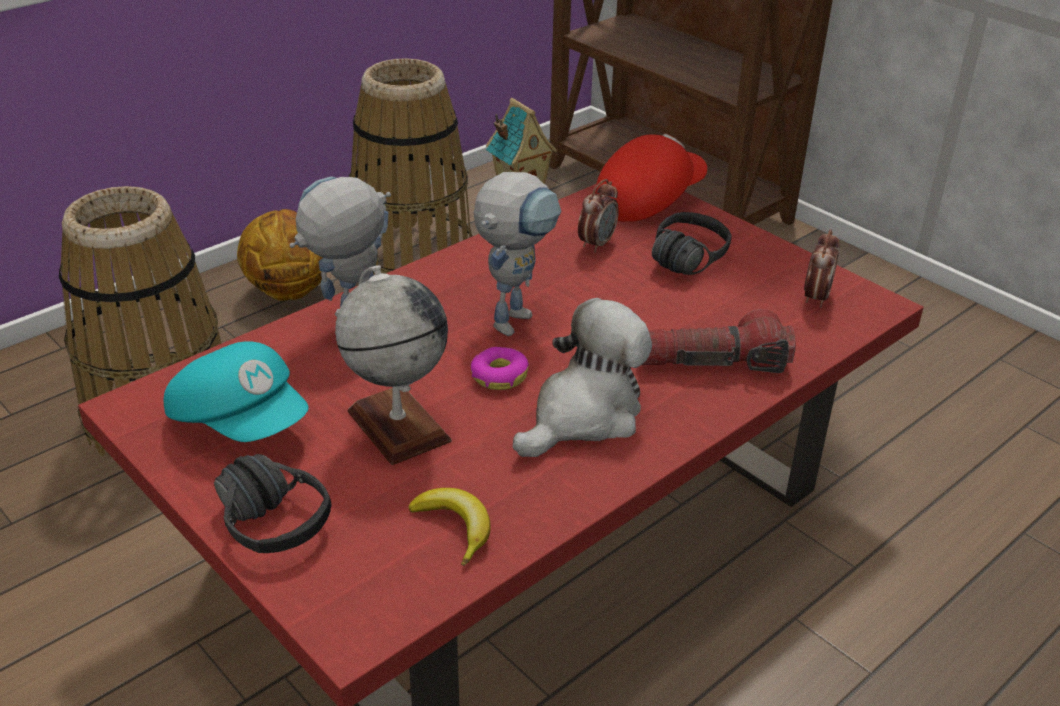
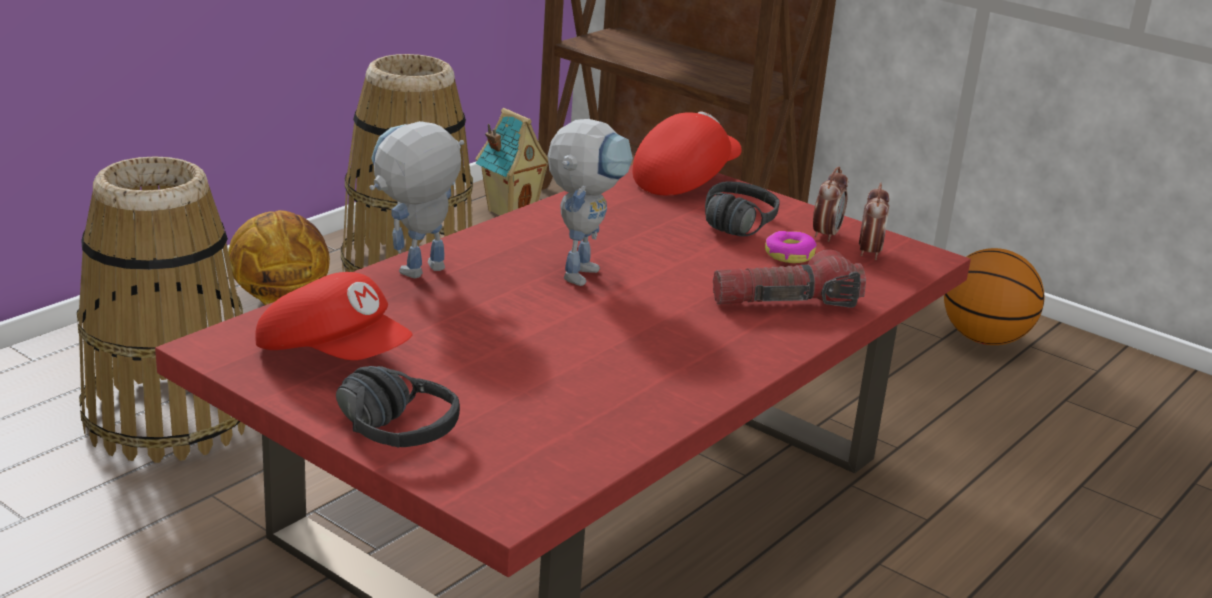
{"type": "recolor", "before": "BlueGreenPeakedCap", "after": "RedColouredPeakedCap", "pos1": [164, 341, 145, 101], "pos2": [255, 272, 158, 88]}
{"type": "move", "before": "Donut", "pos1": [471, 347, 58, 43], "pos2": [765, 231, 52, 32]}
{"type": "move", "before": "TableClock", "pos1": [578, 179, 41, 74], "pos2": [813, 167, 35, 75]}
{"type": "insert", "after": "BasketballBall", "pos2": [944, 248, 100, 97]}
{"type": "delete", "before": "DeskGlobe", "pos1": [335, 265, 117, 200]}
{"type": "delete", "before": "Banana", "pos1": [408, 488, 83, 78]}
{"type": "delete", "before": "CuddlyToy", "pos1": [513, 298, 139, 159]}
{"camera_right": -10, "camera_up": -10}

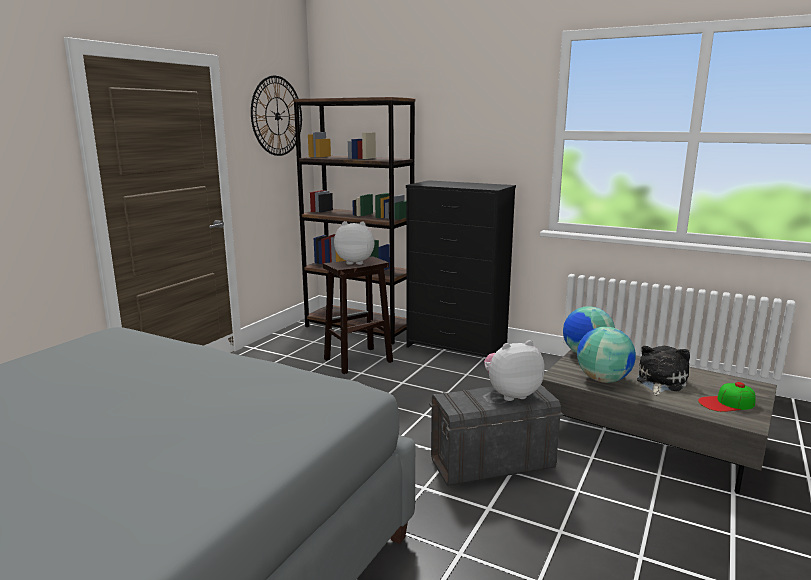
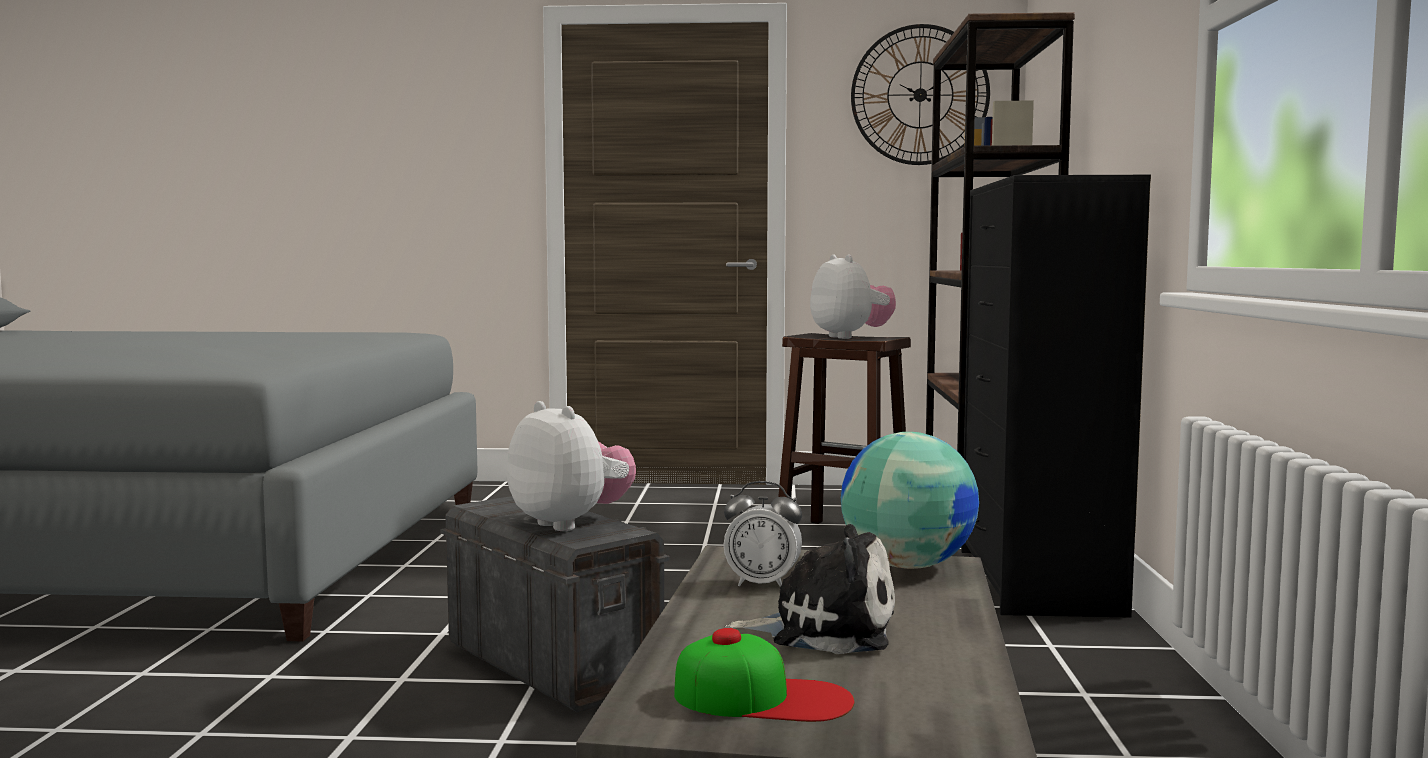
{"type": "rotate", "before": "PeakedCap", "pos1": [698, 382, 58, 30], "pos2": [674, 628, 180, 94], "turn": 135}
{"type": "replace", "before": "DeskGlobe", "after": "TableClock", "pos1": [577, 327, 59, 56], "pos2": [724, 481, 78, 105]}
{"camera_right": 65, "camera_up": -10}

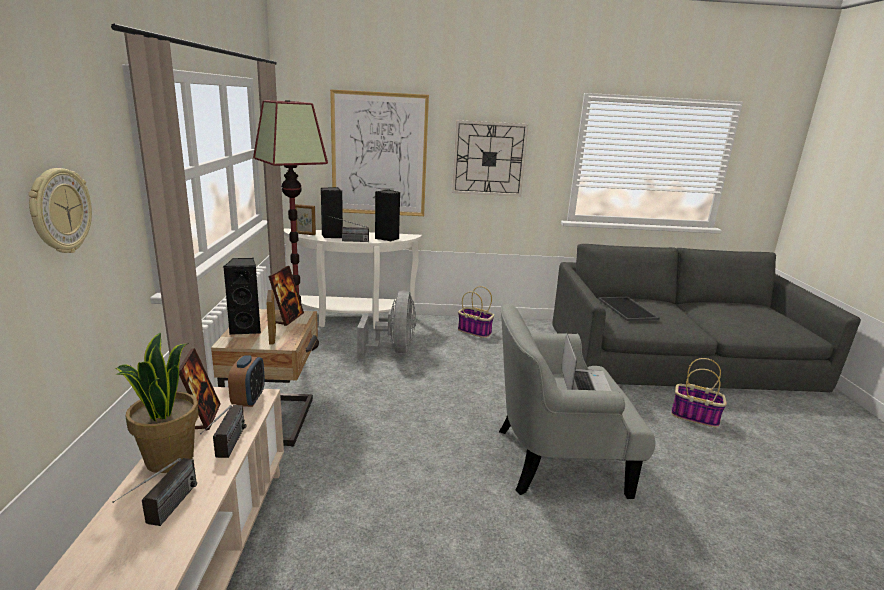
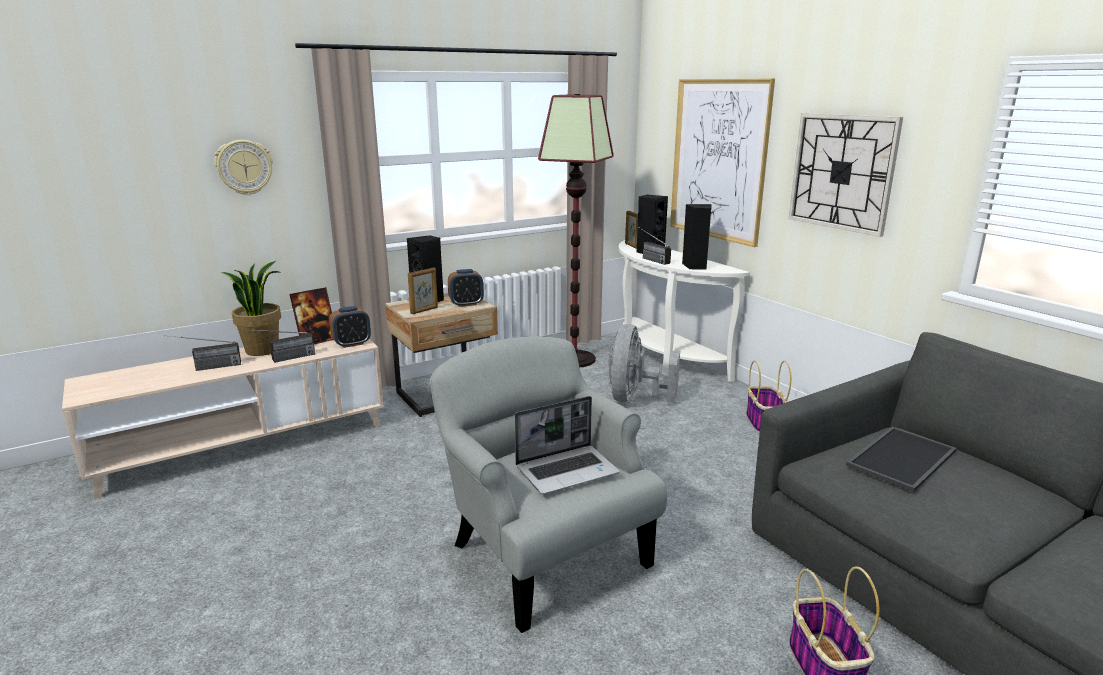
{"type": "replace", "before": "PhotoFrame", "after": "TableClock", "pos1": [268, 266, 36, 60], "pos2": [448, 269, 36, 38]}
{"type": "rotate", "before": "GreyishElectricFan", "pos1": [357, 290, 59, 69], "pos2": [608, 324, 72, 79], "turn": 135}
{"camera_right": 60, "camera_up": 0}

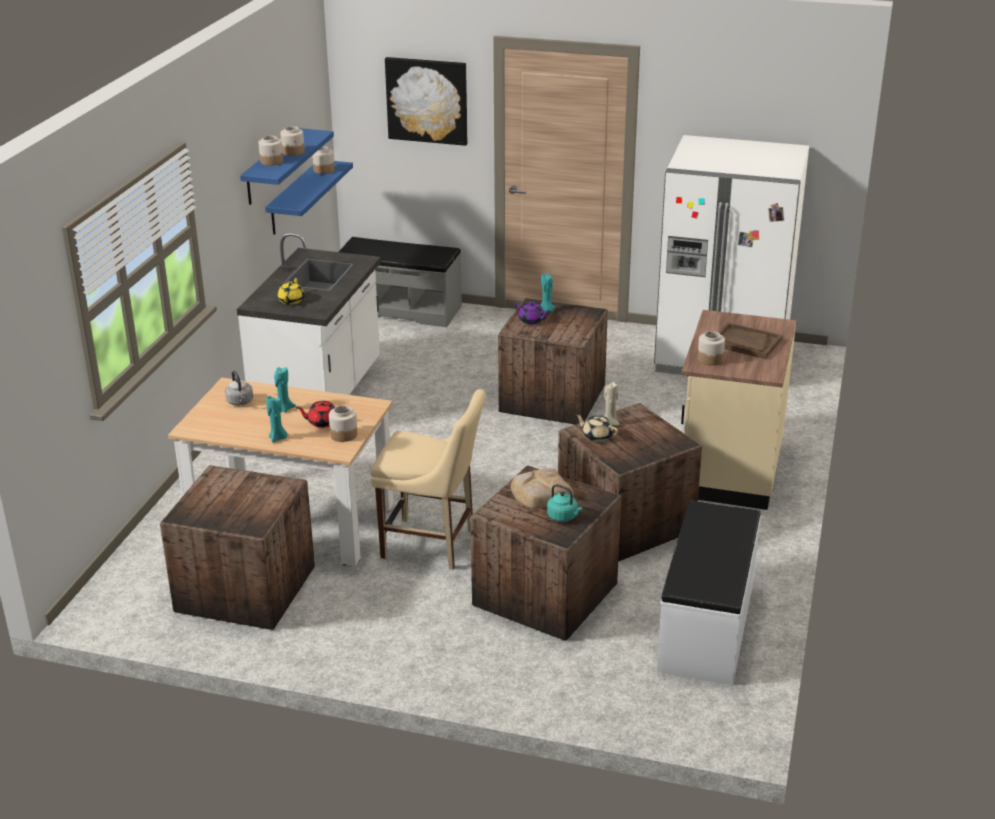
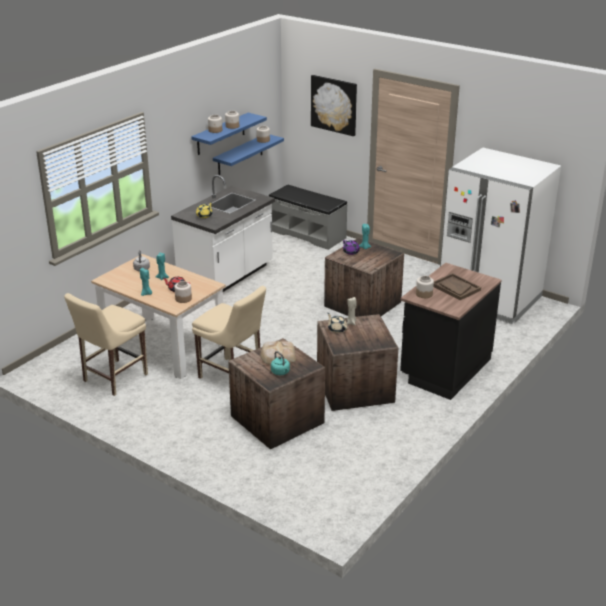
{"type": "replace", "before": "ShippingCrate", "after": "BeigeChair", "pos1": [160, 465, 155, 165], "pos2": [64, 293, 84, 103]}
{"type": "recolor", "before": "BeigeKitchenCounter", "after": "BlackishKitchenCounter", "pos1": [681, 310, 115, 200], "pos2": [400, 263, 102, 137]}
{"type": "delete", "before": "WhiteBench", "pos1": [657, 501, 104, 184]}
{"camera_right": 20, "camera_up": 0}

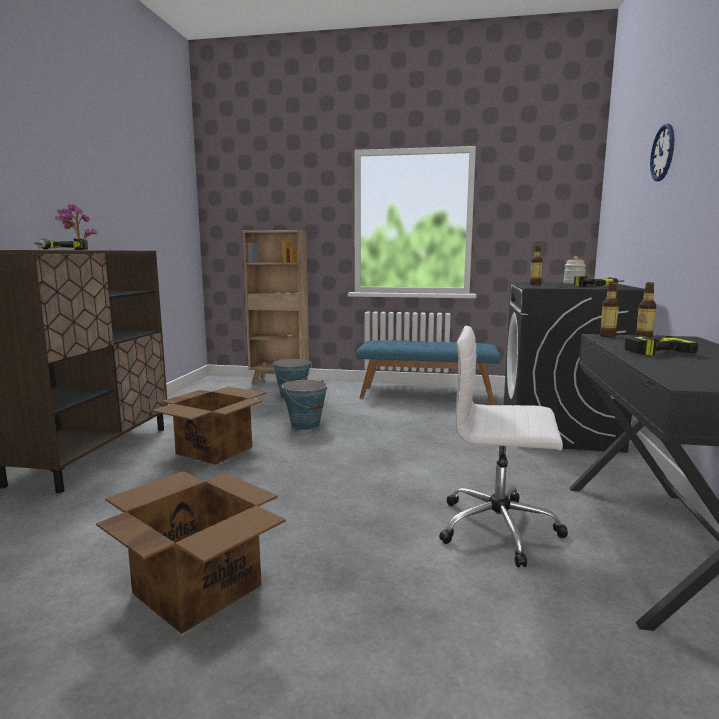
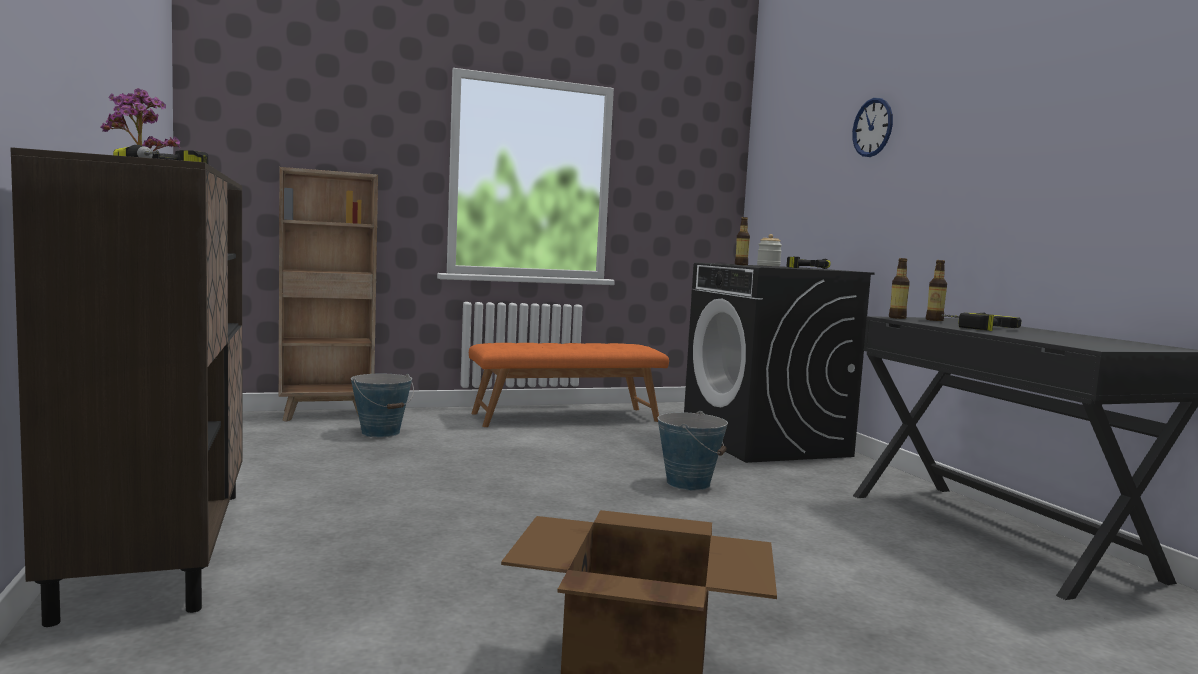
{"type": "recolor", "before": "BlueColouredBench", "after": "OrangeBench", "pos1": [356, 340, 145, 65], "pos2": [469, 343, 200, 84]}
{"type": "move", "before": "Bucket", "pos1": [282, 380, 47, 50], "pos2": [658, 411, 70, 80]}
{"type": "delete", "before": "PackingBox", "pos1": [152, 386, 114, 79]}
{"type": "delete", "before": "WhiteOfficeChair", "pos1": [439, 325, 129, 242]}
{"camera_right": -30, "camera_up": -5}

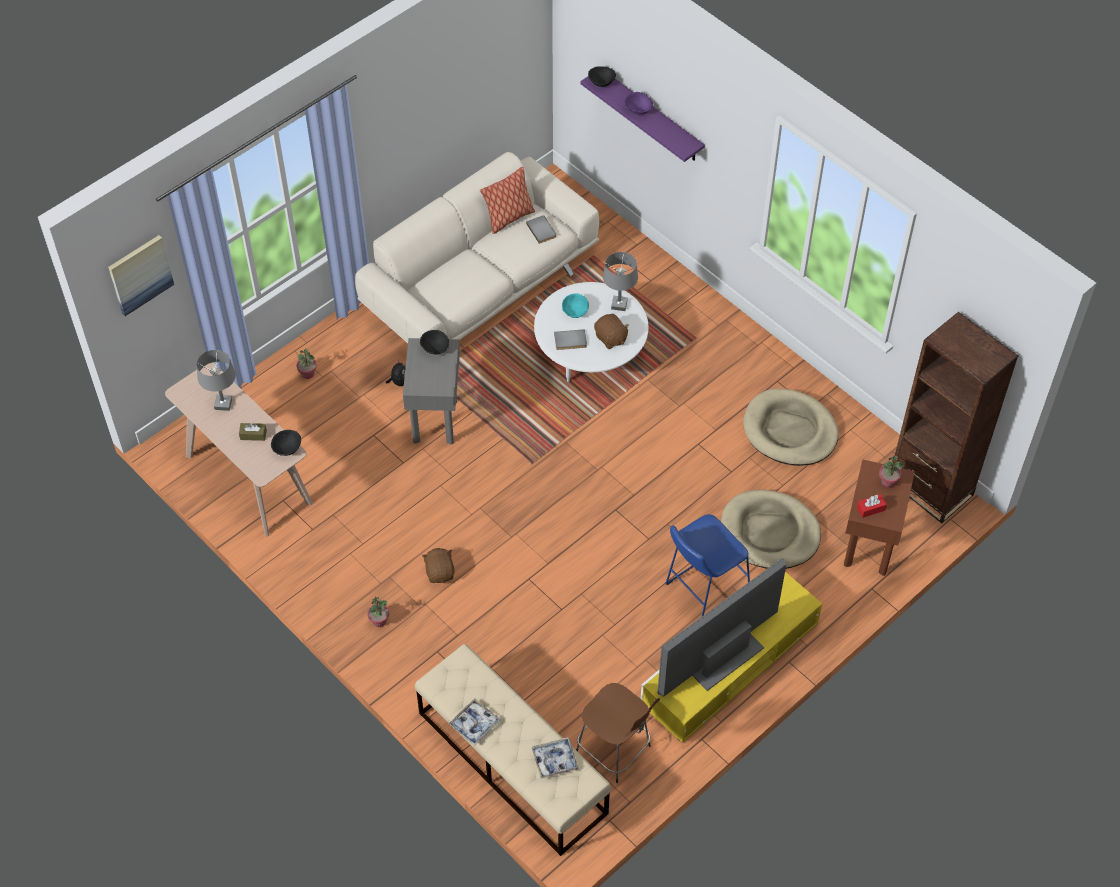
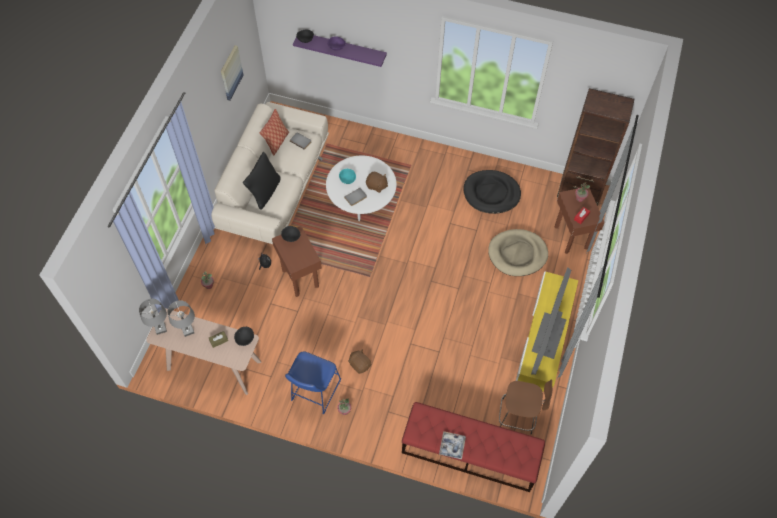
{"type": "move", "before": "GreyishLampForATable", "pos1": [603, 252, 35, 59], "pos2": [139, 299, 28, 36]}
{"type": "move", "before": "WallArt", "pos1": [108, 235, 66, 81], "pos2": [221, 45, 22, 55]}
{"type": "insert", "after": "BlackishPillow", "pos2": [243, 152, 38, 58]}
{"type": "recolor", "before": "GreyishSideTable", "after": "BrownishSideTable", "pos1": [403, 338, 57, 107], "pos2": [272, 226, 50, 71]}
{"type": "move", "before": "BlueColouredSittingStool", "pos1": [665, 514, 85, 102], "pos2": [285, 351, 56, 63]}
{"type": "recolor", "before": "BeigeBench", "after": "RedColouredBench", "pos1": [415, 644, 196, 212], "pos2": [402, 402, 143, 90]}
{"type": "recolor", "before": "BeigeDogCushion", "after": "BlackishDogCushion", "pos1": [743, 388, 96, 78], "pos2": [463, 170, 58, 44]}
{"type": "delete", "before": "ServingTray", "pos1": [532, 737, 47, 42]}
{"camera_right": -30, "camera_up": 5}

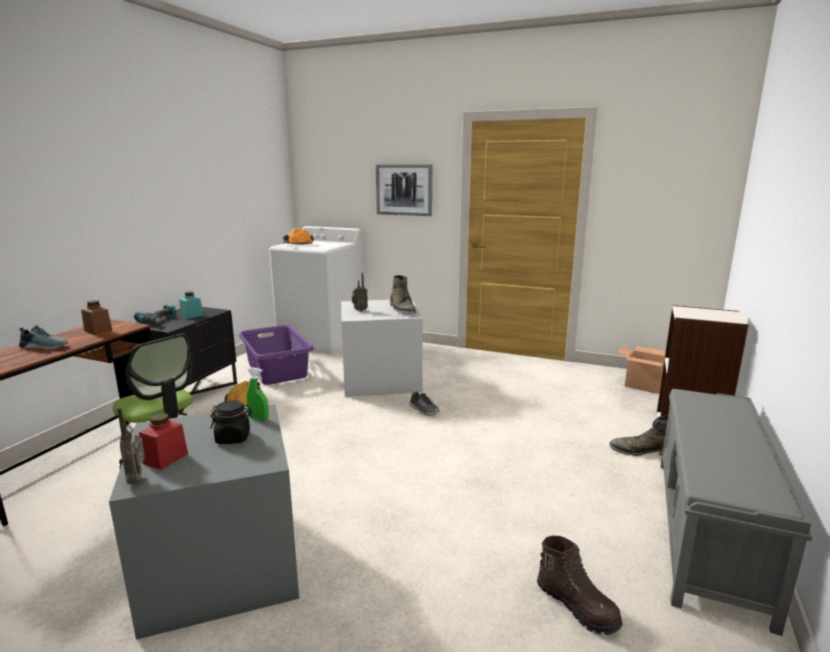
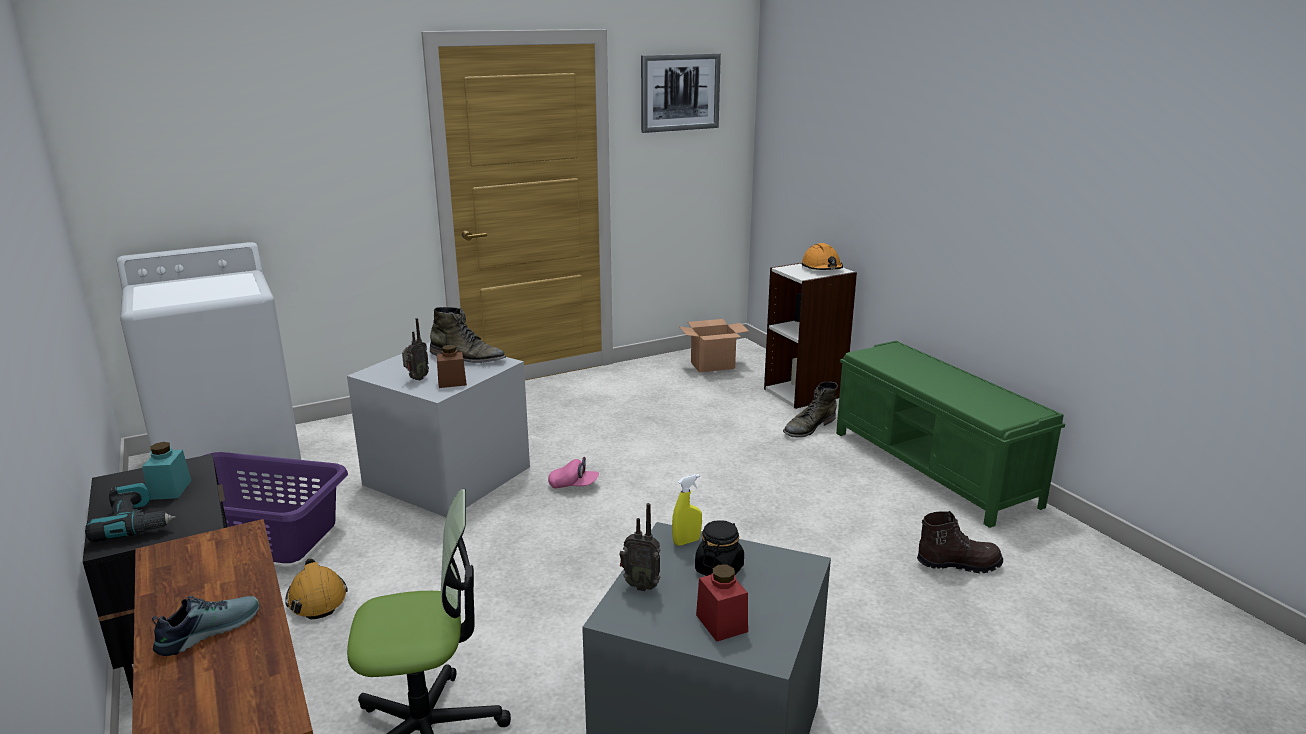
{"type": "move", "before": "BrownishJar", "pos1": [81, 300, 32, 35], "pos2": [437, 345, 30, 43]}
{"type": "replace", "before": "ItemOfFootwear", "after": "PinkPeakedCap", "pos1": [409, 391, 30, 25], "pos2": [548, 457, 51, 32]}
{"type": "move", "before": "RadioSet", "pos1": [117, 407, 28, 77], "pos2": [619, 503, 42, 88]}
{"type": "move", "before": "WallArt", "pos1": [376, 164, 56, 52], "pos2": [641, 53, 80, 80]}
{"type": "recolor", "before": "GreenishSprayer", "after": "YellowSprayer", "pos1": [247, 367, 22, 54], "pos2": [672, 474, 30, 72]}
{"type": "move", "before": "OrangeSafetyHelmet", "pos1": [283, 229, 31, 16], "pos2": [802, 243, 41, 27]}
{"type": "recolor", "before": "GreyishBench", "after": "GreenishBench", "pos1": [660, 389, 152, 247], "pos2": [836, 341, 229, 187]}
{"camera_right": -50, "camera_up": 5}

